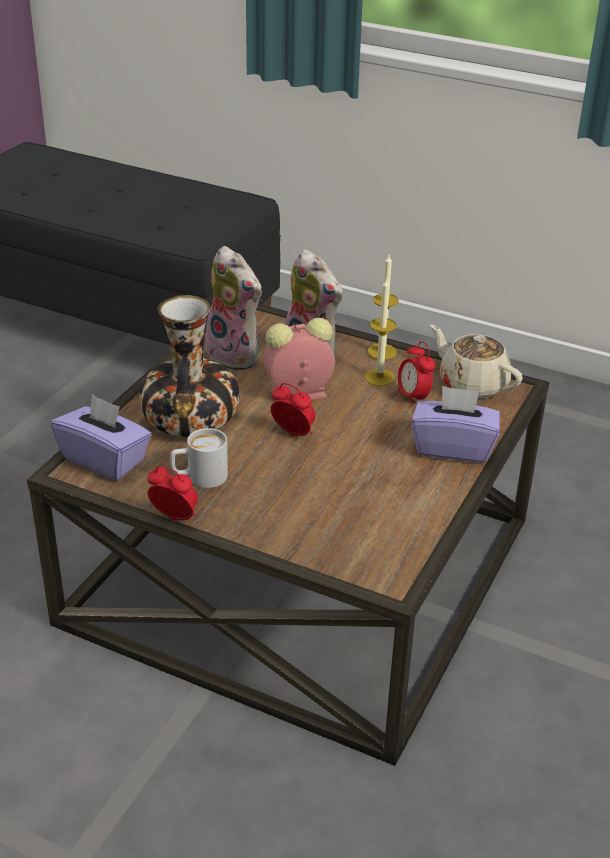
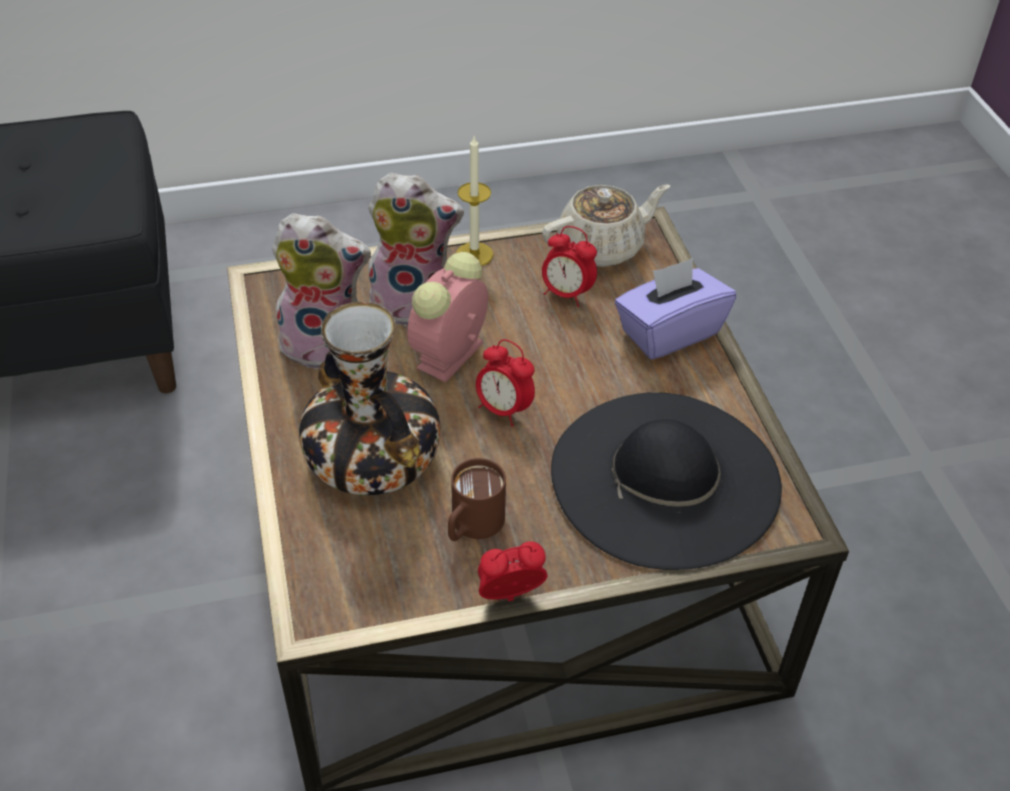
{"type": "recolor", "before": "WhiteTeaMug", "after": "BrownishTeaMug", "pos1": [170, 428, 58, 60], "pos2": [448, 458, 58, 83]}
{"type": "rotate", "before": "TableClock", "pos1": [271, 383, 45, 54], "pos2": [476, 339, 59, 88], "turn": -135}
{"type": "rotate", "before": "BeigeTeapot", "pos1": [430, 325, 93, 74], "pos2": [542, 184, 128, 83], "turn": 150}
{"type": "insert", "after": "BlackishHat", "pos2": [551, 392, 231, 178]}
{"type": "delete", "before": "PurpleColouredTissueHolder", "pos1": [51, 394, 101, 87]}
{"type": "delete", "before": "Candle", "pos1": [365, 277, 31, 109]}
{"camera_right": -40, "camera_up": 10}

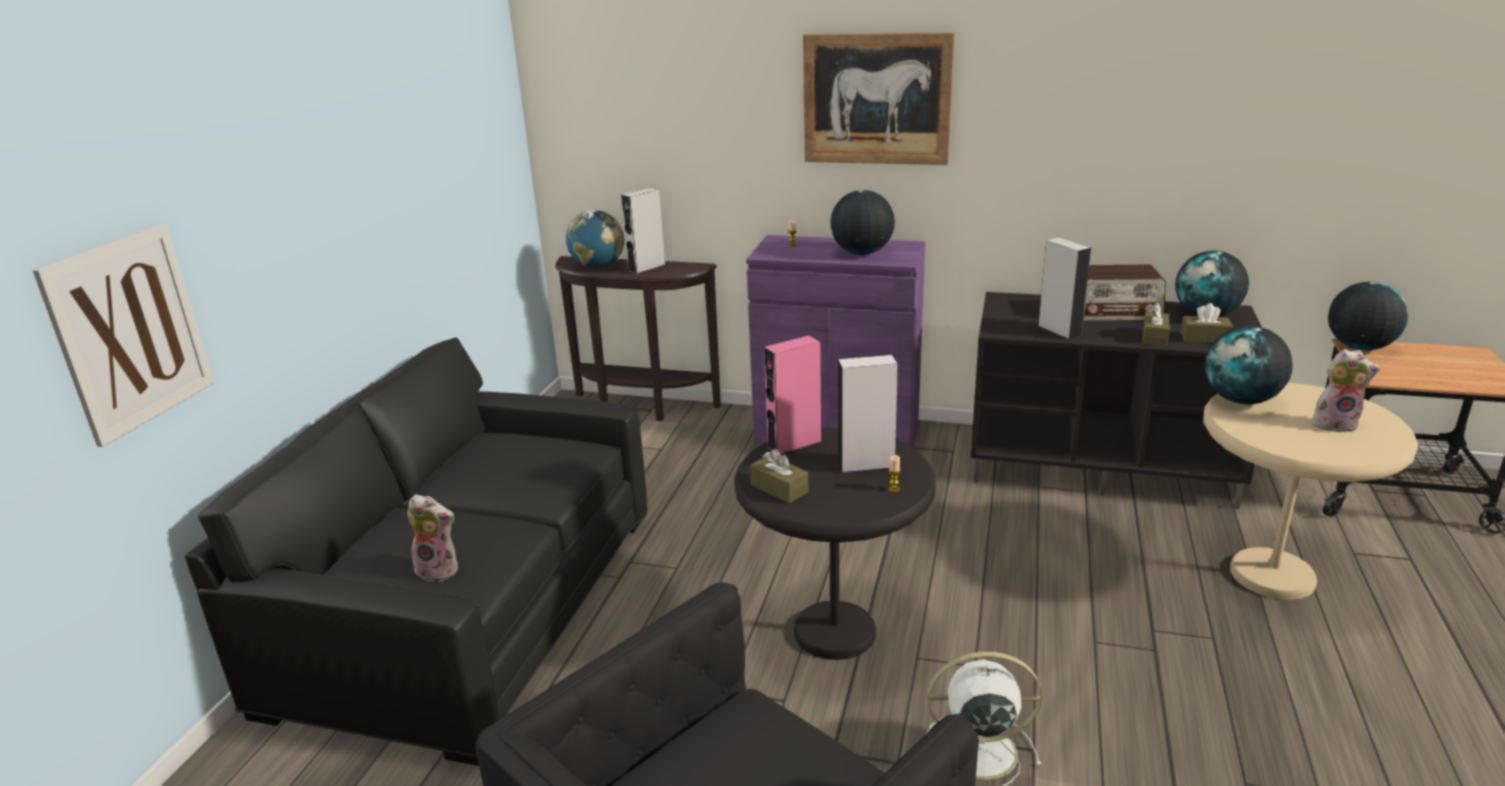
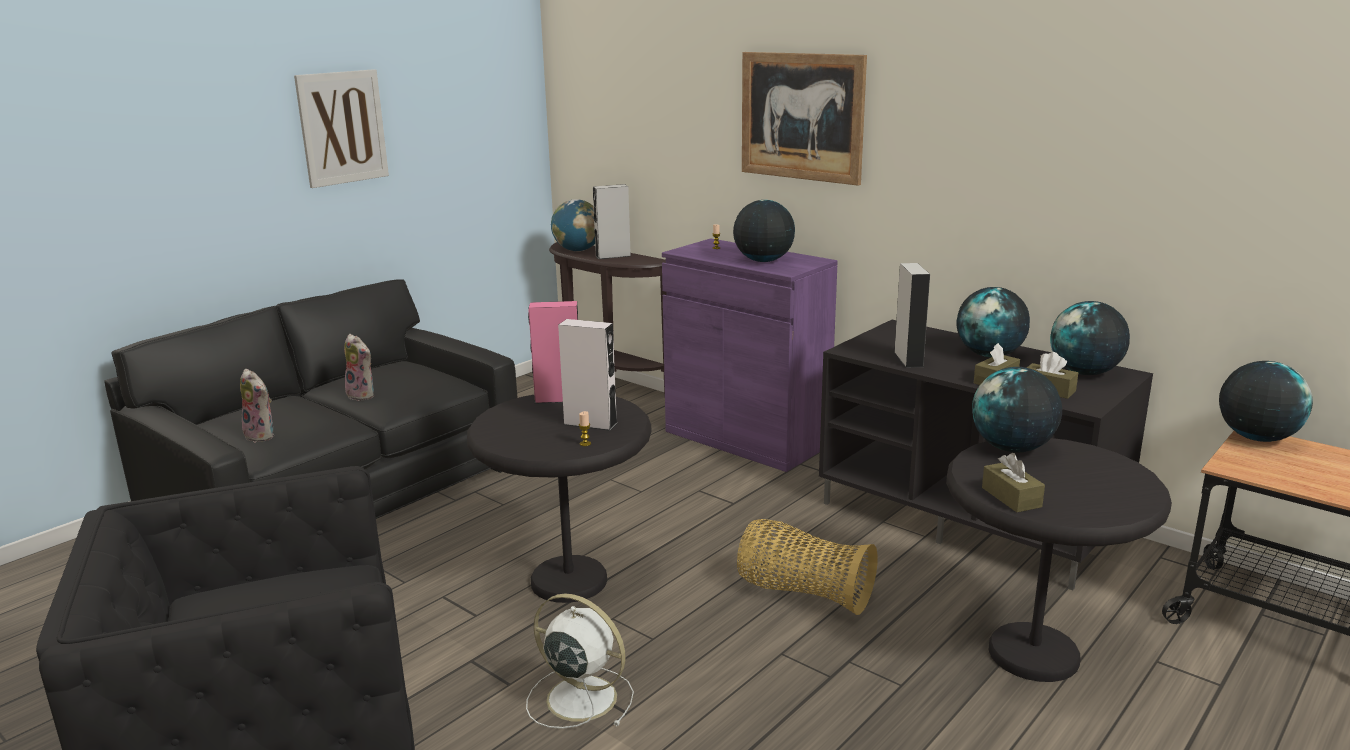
{"type": "move", "before": "WallArt", "pos1": [33, 224, 181, 223], "pos2": [294, 69, 95, 119]}
{"type": "move", "before": "CuddlyToy", "pos1": [1312, 349, 68, 83], "pos2": [344, 334, 30, 67]}
{"type": "insert", "after": "StorageBasket", "pos2": [737, 519, 141, 96]}
{"type": "recolor", "before": "BeigeSideTable", "after": "BlackishSideTable", "pos1": [1203, 383, 215, 217], "pos2": [946, 438, 226, 244]}
{"type": "replace", "before": "RadioSet", "after": "DeskGlobe", "pos1": [1083, 264, 83, 57], "pos2": [957, 287, 73, 70]}
{"type": "move", "before": "BrownishTissueHolder", "pos1": [750, 449, 58, 54], "pos2": [982, 453, 63, 59]}
{"camera_right": 25, "camera_up": -5}

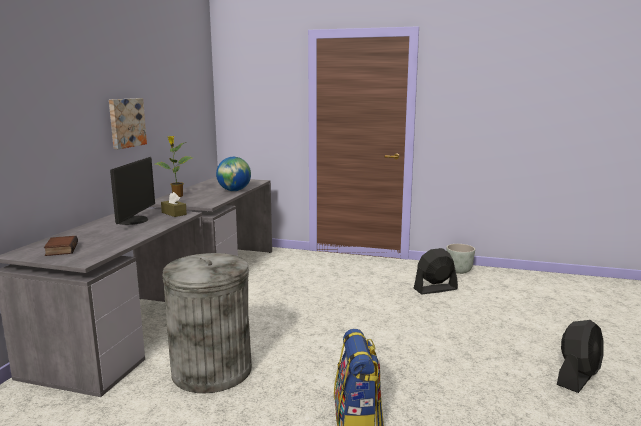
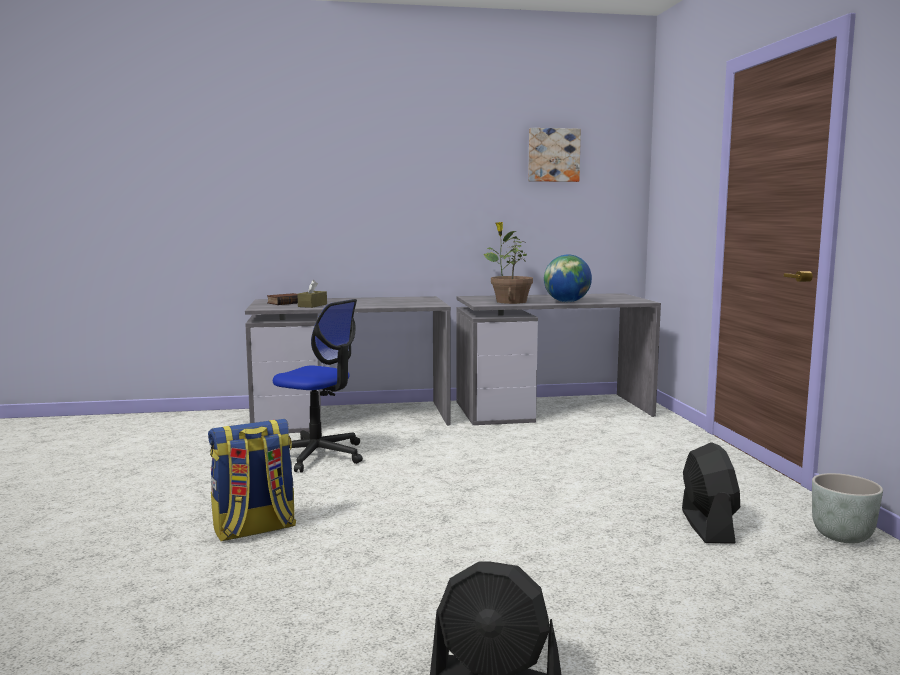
{"type": "replace", "before": "GreyishRubbishBin", "after": "OfficeChair", "pos1": [162, 253, 90, 140], "pos2": [273, 299, 90, 173]}
{"type": "move", "before": "BrownishTissueHolder", "pos1": [161, 192, 26, 25], "pos2": [297, 280, 30, 28]}
{"type": "insert", "after": "Houseplant", "pos2": [491, 238, 42, 66]}
{"type": "move", "before": "WallArt", "pos1": [109, 98, 38, 51], "pos2": [528, 128, 53, 54]}
{"type": "rotate", "before": "BlackishElectricFan", "pos1": [414, 248, 44, 46], "pos2": [682, 442, 58, 102], "turn": 45}
{"type": "delete", "before": "Monitor", "pos1": [110, 157, 45, 68]}
{"camera_right": 65, "camera_up": -5}

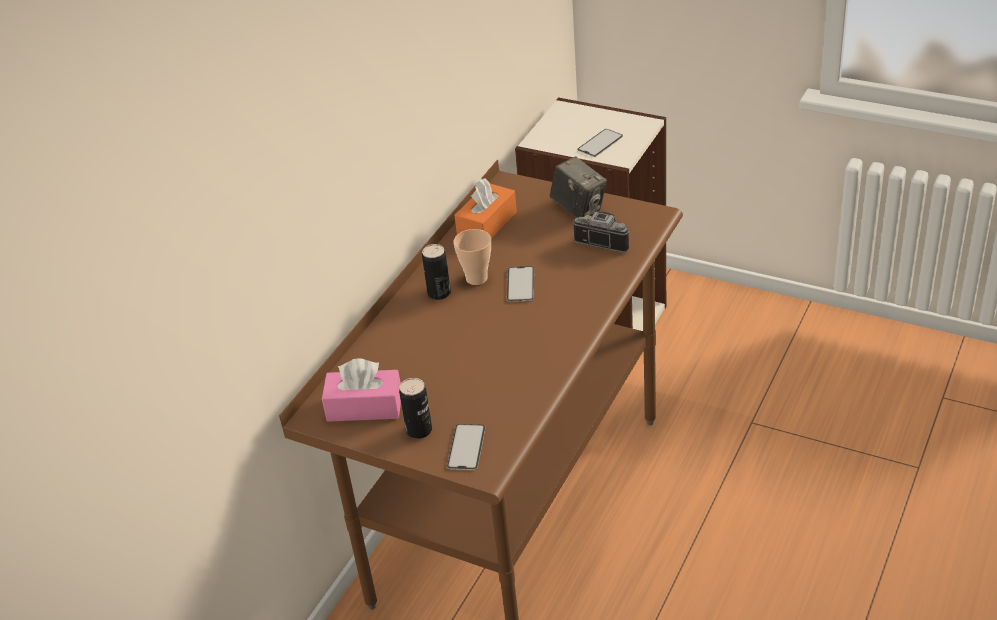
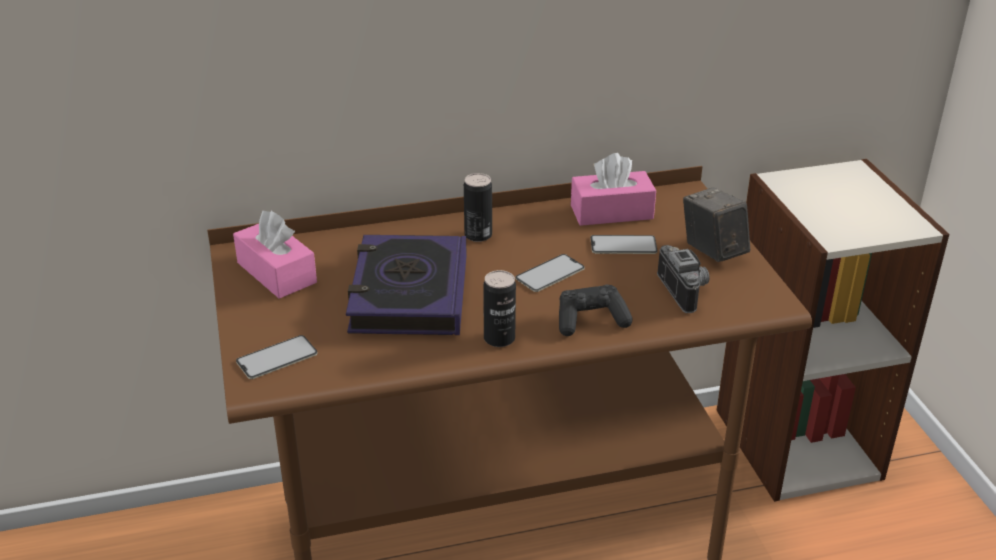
{"type": "insert", "after": "Book", "pos2": [346, 235, 120, 100]}
{"type": "move", "before": "Can", "pos1": [399, 378, 33, 61], "pos2": [483, 270, 33, 77]}
{"type": "insert", "after": "BlackishGameController", "pos2": [559, 284, 74, 52]}
{"type": "recolor", "before": "OrangeTissueHolder", "after": "PinkTissueHolder", "pos1": [454, 178, 63, 60], "pos2": [571, 153, 85, 73]}
{"type": "move", "before": "Telephone", "pos1": [578, 129, 45, 28], "pos2": [590, 235, 68, 19]}
{"type": "rotate", "before": "PhotoCamera", "pos1": [550, 156, 57, 61], "pos2": [683, 187, 67, 75], "turn": 150}
{"type": "delete", "before": "Cup", "pos1": [453, 229, 38, 56]}
{"camera_right": 45, "camera_up": -5}

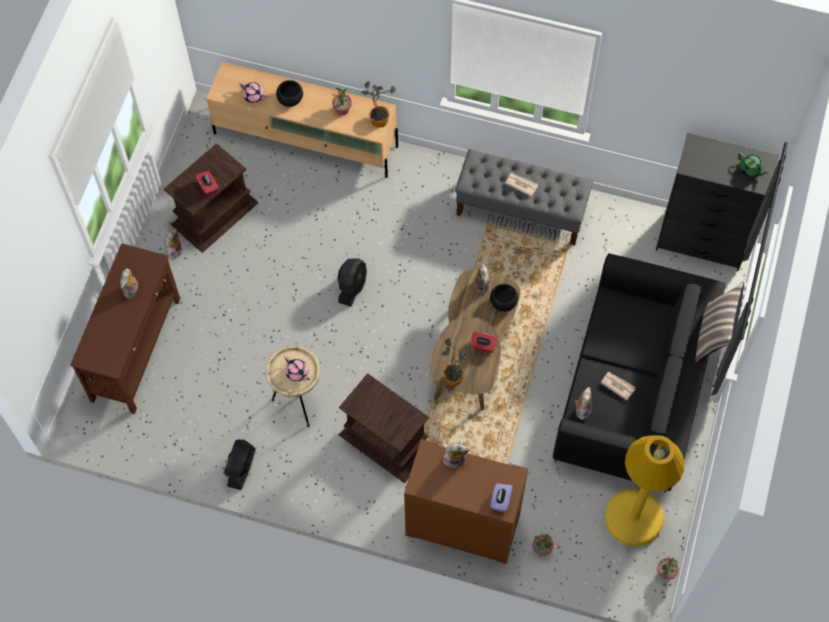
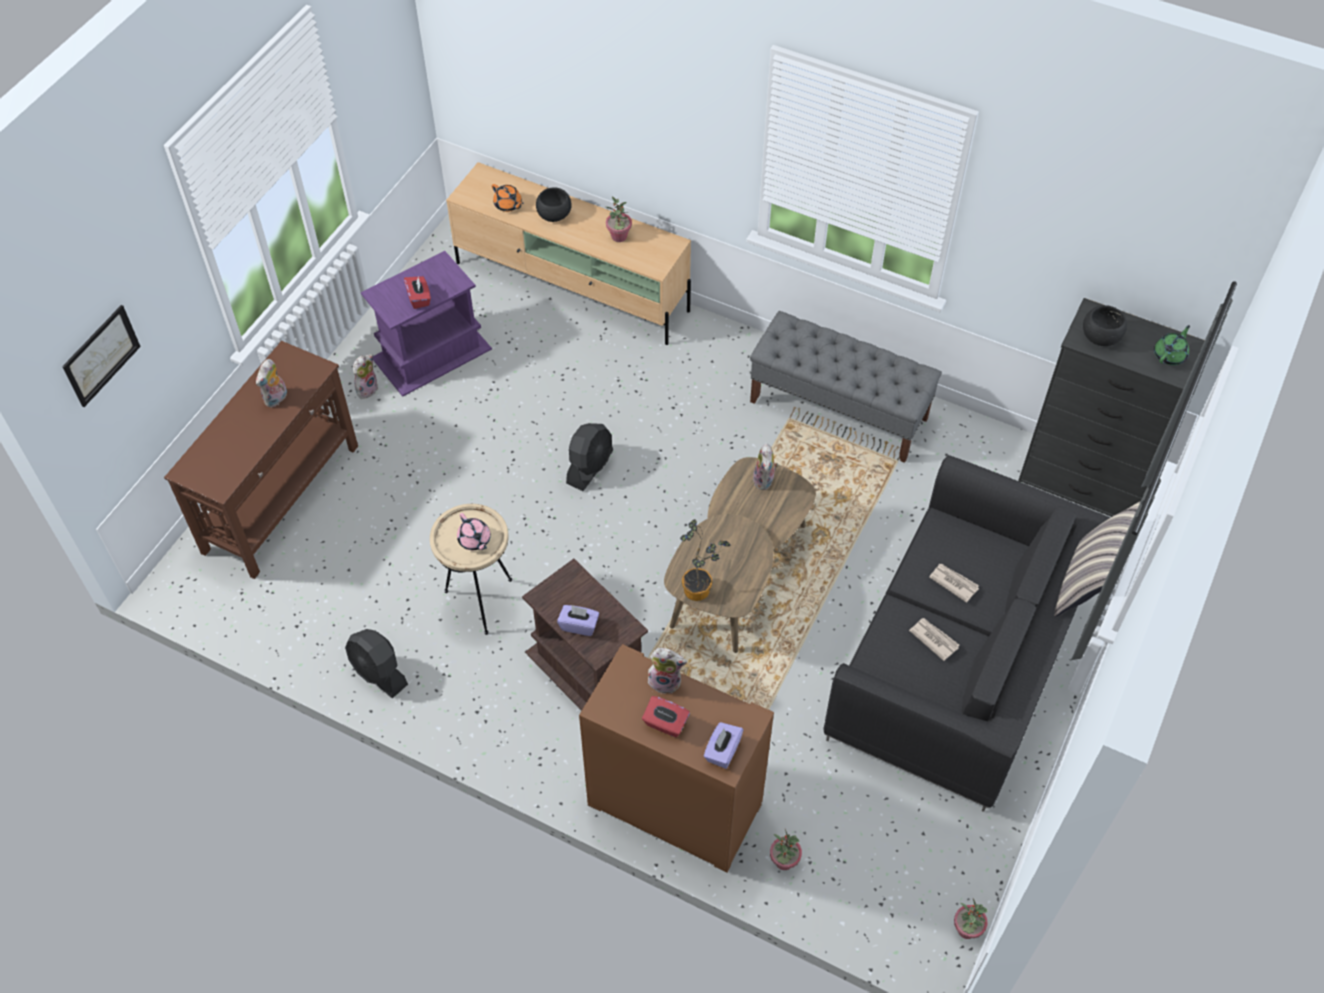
{"type": "insert", "after": "WallArt", "pos2": [62, 305, 79, 102]}
{"type": "rotate", "before": "BlackishElectricFan", "pos1": [224, 439, 32, 51], "pos2": [345, 629, 63, 69], "turn": -75}
{"type": "recolor", "before": "BrownishSideTable", "after": "PurpleColouredSideTable", "pos1": [164, 143, 95, 110], "pos2": [361, 251, 131, 146]}
{"type": "recolor", "before": "PinkTeapot", "after": "OrangeTeapot", "pos1": [239, 82, 29, 21], "pos2": [492, 184, 32, 28]}
{"type": "insert", "after": "PurpleColouredTissueHolder", "pos2": [557, 605, 42, 31]}
{"type": "move", "before": "RedColouredTissueHolder", "pos1": [470, 332, 27, 21], "pos2": [642, 696, 48, 41]}
{"type": "move", "before": "DailyPaper", "pos1": [505, 173, 33, 24], "pos2": [929, 563, 50, 40]}
{"type": "move", "before": "BlackishDeepDish", "pos1": [490, 284, 28, 28], "pos2": [1083, 305, 44, 41]}
{"type": "rotate", "before": "GreenishTeapot", "pos1": [738, 152, 31, 25], "pos2": [1154, 325, 36, 40], "turn": -105}
{"type": "delete", "before": "Houseplant", "pos1": [362, 81, 34, 46]}
{"type": "delete", "before": "CuddlyToy", "pos1": [575, 387, 17, 33]}
{"type": "delete", "before": "YellowFloorLamp", "pos1": [605, 435, 80, 111]}
{"camera_right": 10, "camera_up": -10}

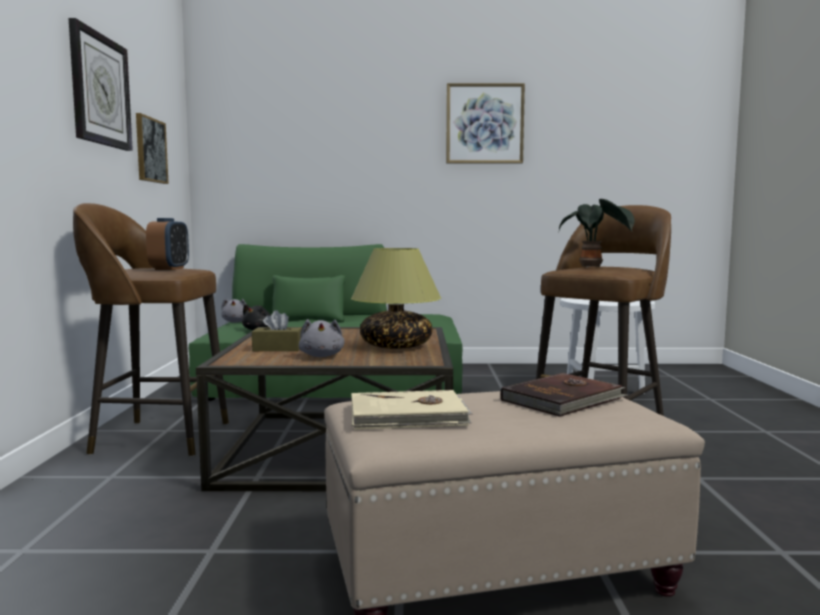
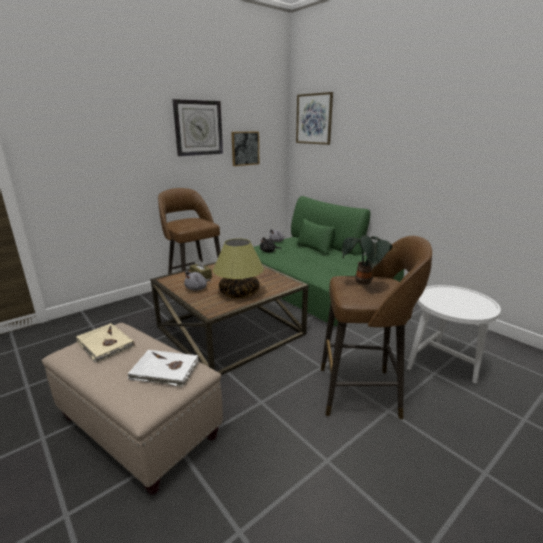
{"type": "recolor", "before": "BrownishBook", "after": "WhiteBook", "pos1": [501, 373, 127, 44], "pos2": [127, 350, 72, 37]}
{"type": "move", "before": "WallArt", "pos1": [446, 83, 79, 81], "pos2": [296, 92, 37, 53]}
{"type": "delete", "before": "TableClock", "pos1": [146, 218, 43, 52]}
{"camera_right": 50, "camera_up": 15}

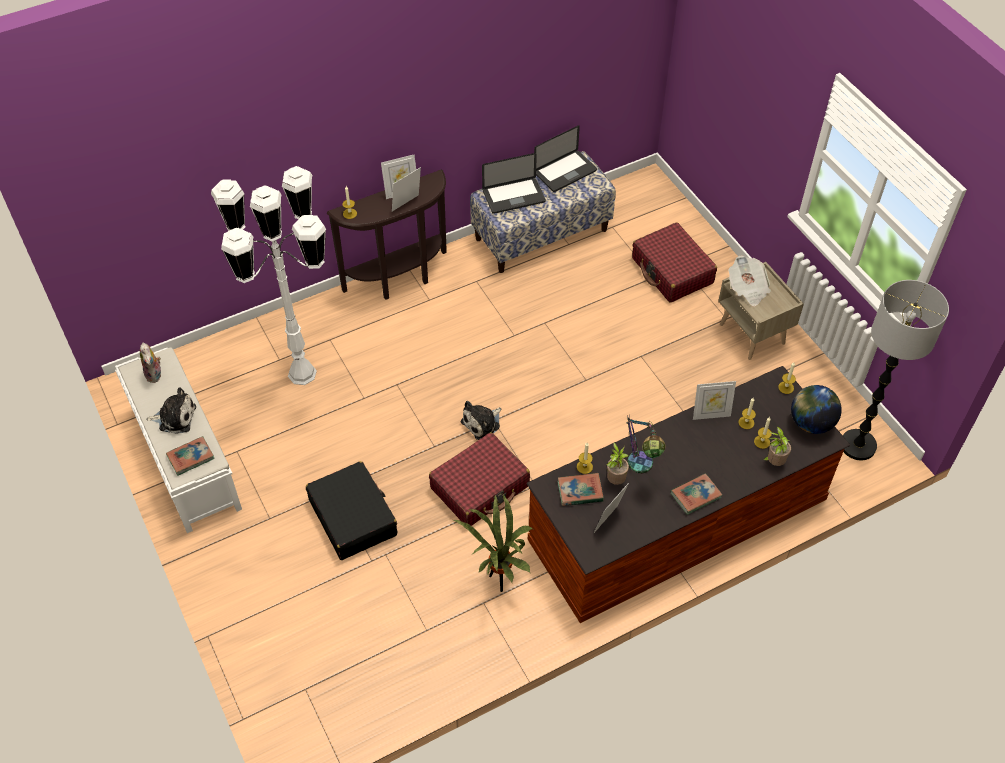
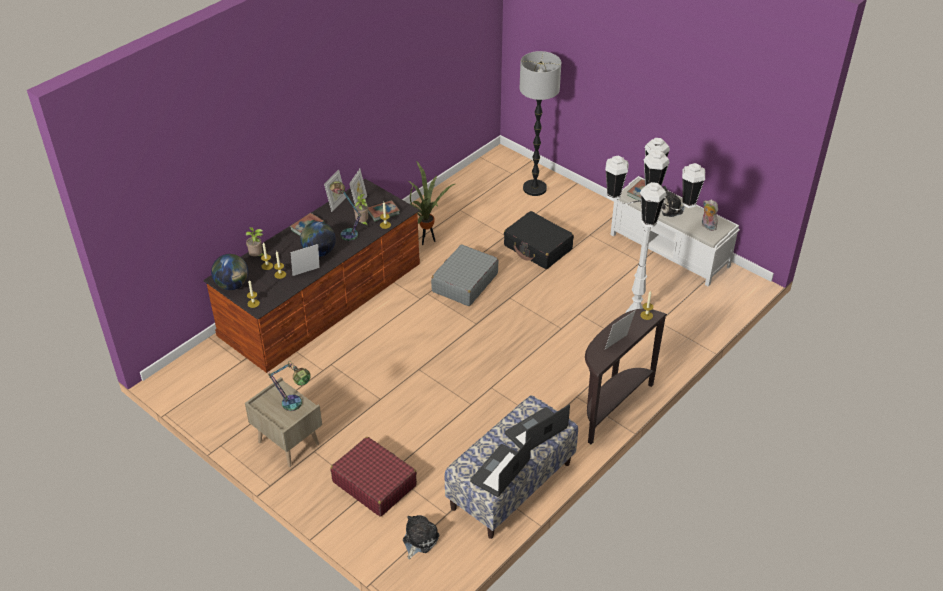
{"type": "replace", "before": "DailyPaper", "after": "LampForATable", "pos1": [728, 255, 43, 51], "pos2": [267, 361, 44, 50]}
{"type": "insert", "after": "DeskGlobe", "pos2": [300, 221, 36, 36]}
{"type": "move", "before": "PhotoFrame", "pos1": [392, 167, 29, 44], "pos2": [324, 170, 22, 42]}
{"type": "move", "before": "CuddlyToy", "pos1": [461, 401, 40, 39], "pos2": [403, 515, 37, 44]}
{"type": "recolor", "before": "RedColouredPieceOfLuggage", "after": "GreyishPieceOfLuggage", "pos1": [429, 432, 101, 94], "pos2": [431, 245, 68, 61]}
{"type": "move", "before": "FloorLamp", "pos1": [843, 280, 106, 180], "pos2": [520, 51, 41, 145]}
{"camera_right": 160, "camera_up": -10}

